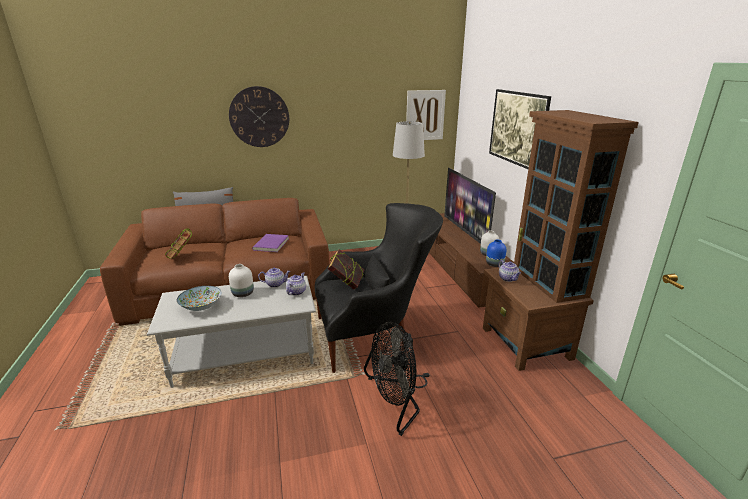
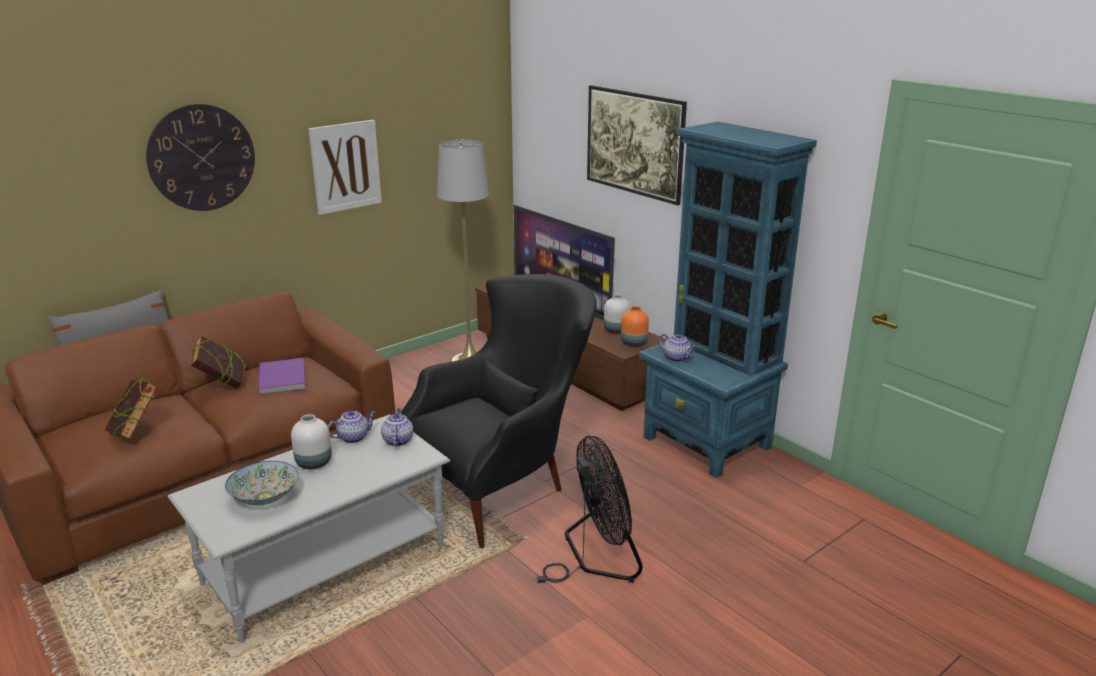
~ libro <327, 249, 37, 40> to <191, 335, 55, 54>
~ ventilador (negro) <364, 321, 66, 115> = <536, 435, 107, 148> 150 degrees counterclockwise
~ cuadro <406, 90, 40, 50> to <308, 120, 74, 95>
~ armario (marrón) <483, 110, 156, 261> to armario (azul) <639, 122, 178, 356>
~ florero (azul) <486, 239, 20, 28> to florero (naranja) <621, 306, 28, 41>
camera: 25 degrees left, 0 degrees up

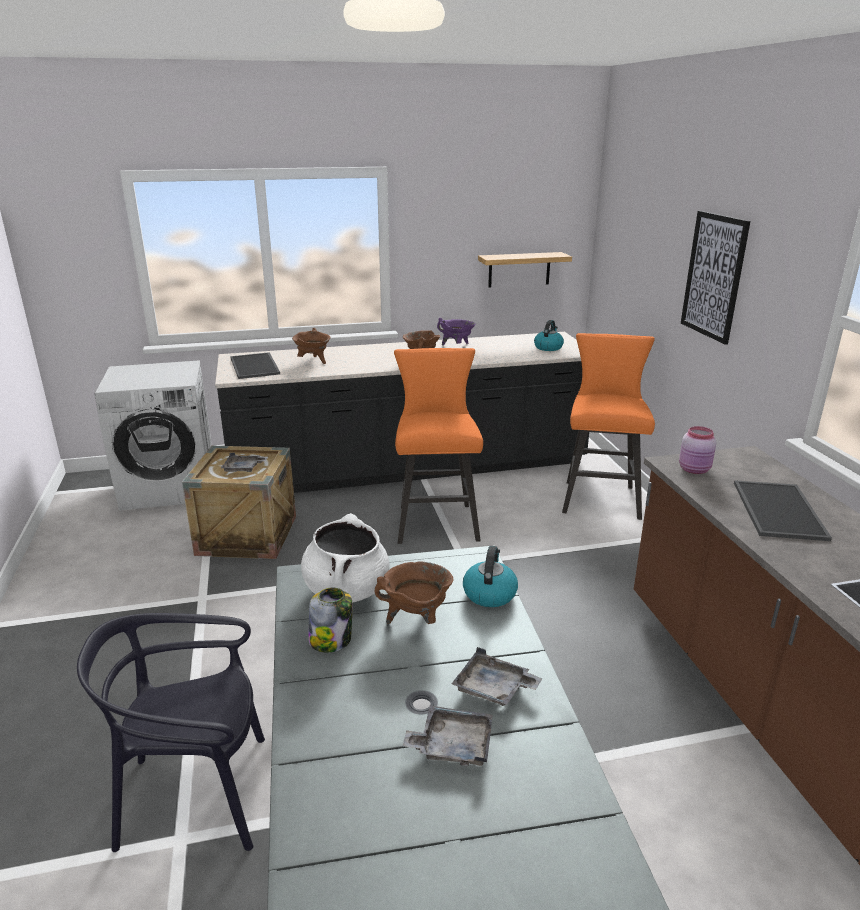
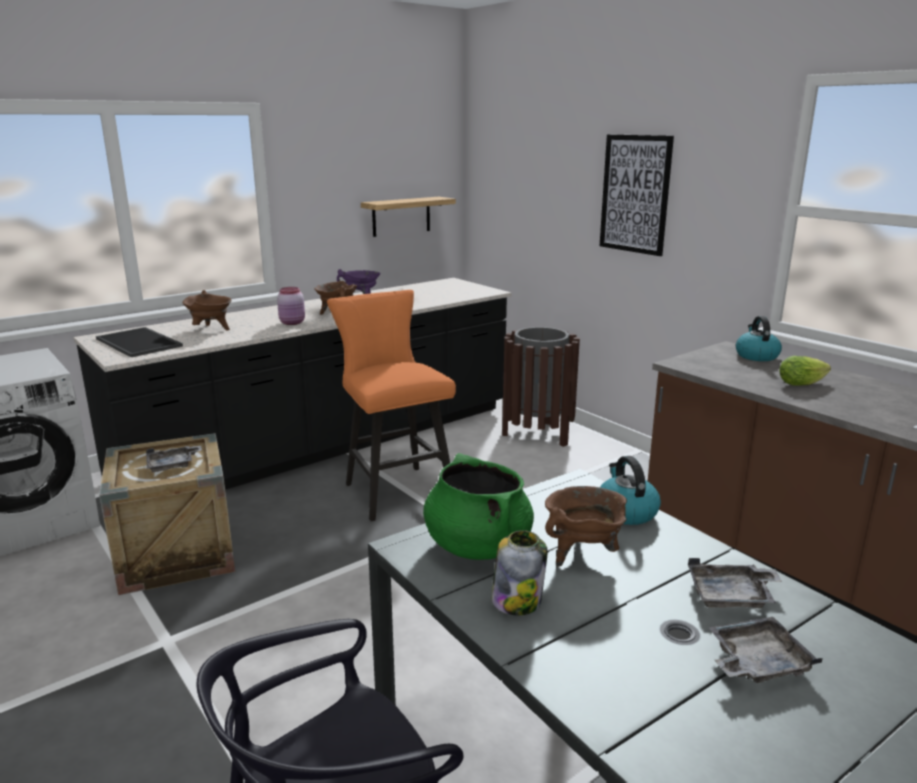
~ olla (blanco) <301, 513, 89, 89> to olla (verde) <423, 453, 111, 107>
~ hervidor <534, 320, 30, 31> to <736, 316, 46, 45>
~ taburete (naranja) <562, 333, 93, 187> to papelera (marrón) <502, 327, 78, 120>
~ tarro (rosa) <679, 426, 37, 48> to <277, 287, 28, 38>
~ bandeja <734, 480, 98, 61> to lechuga <779, 356, 52, 30>
camera: 25 degrees left, 5 degrees down

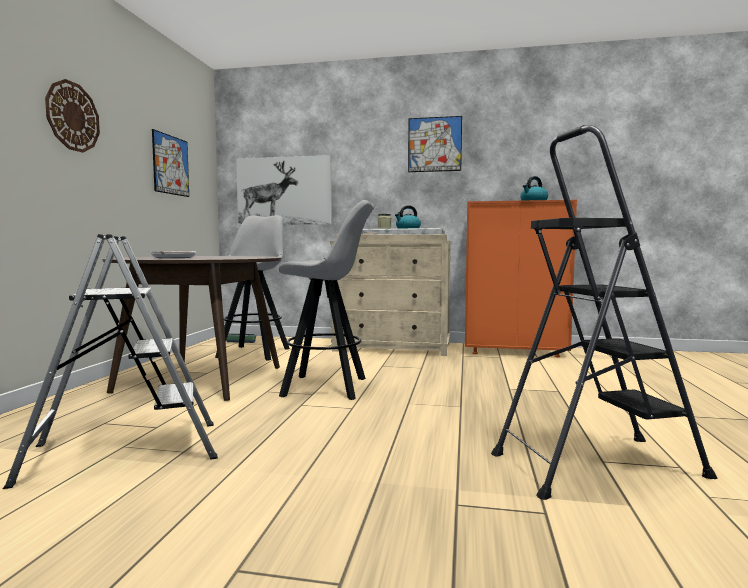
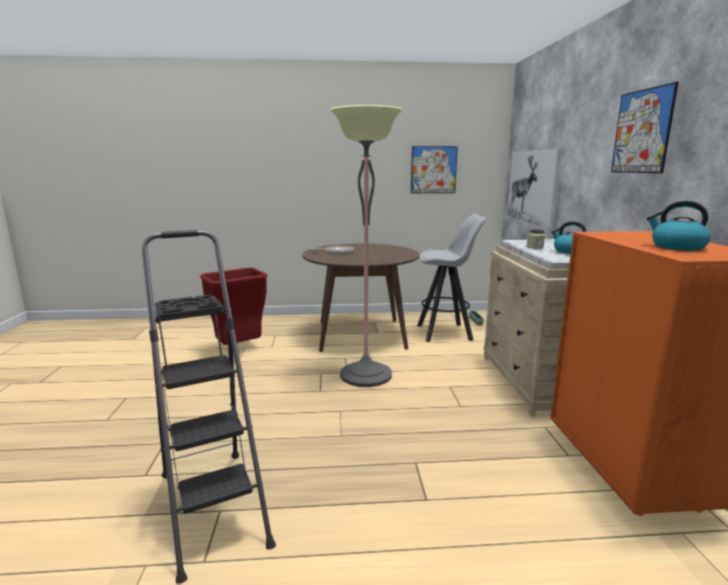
~ escalera de tijera (gris) <2, 234, 216, 255> to papelera (rojo) <200, 267, 67, 78>
- reloj de pared <45, 79, 55, 74>
~ taburete (gris) <279, 200, 96, 200> to lámpara de pie <330, 105, 72, 282>
camera: 75 degrees right, 10 degrees up

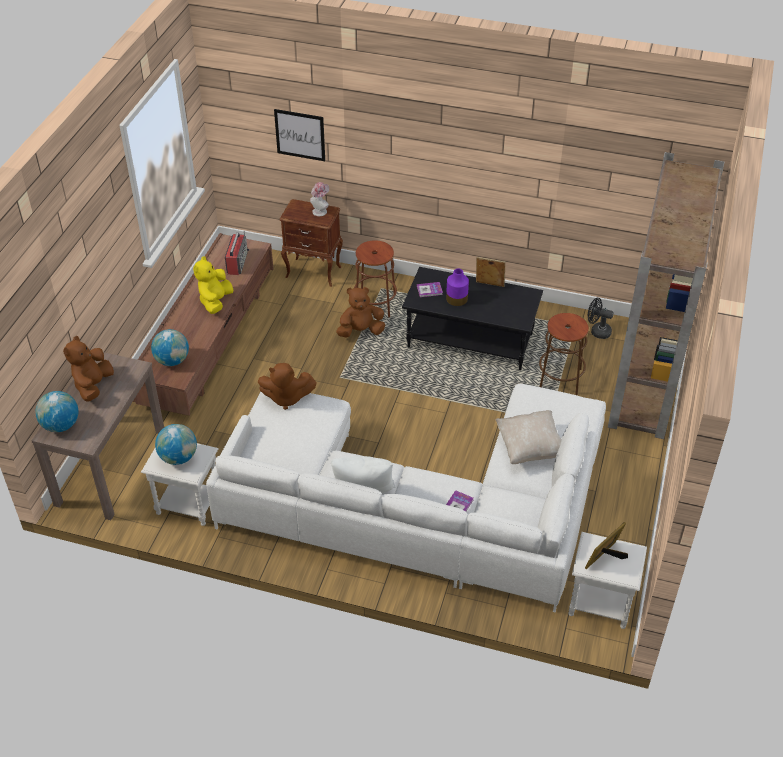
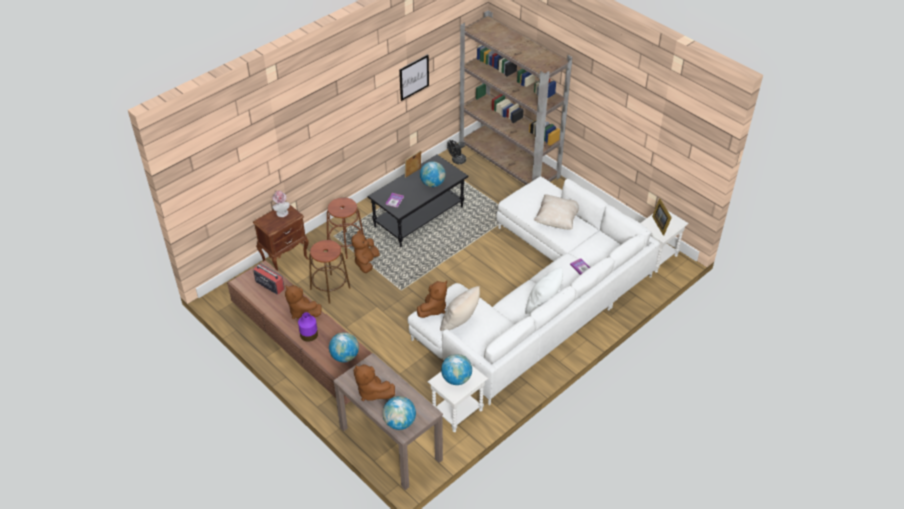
~ peluche (amarillo) <193, 256, 41, 58> to peluche (marrón) <285, 285, 37, 34>
~ cuadro <274, 109, 51, 52> to <399, 54, 30, 47>
~ florero (morado) <446, 268, 23, 38> to <298, 312, 20, 30>
~ taburete (marrón) <539, 313, 50, 82> to <309, 240, 41, 64>
+ globo terráqueo <420, 161, 26, 26>
+ cojín (beis) <440, 286, 40, 45>
camera: 60 degrees left, 0 degrees up

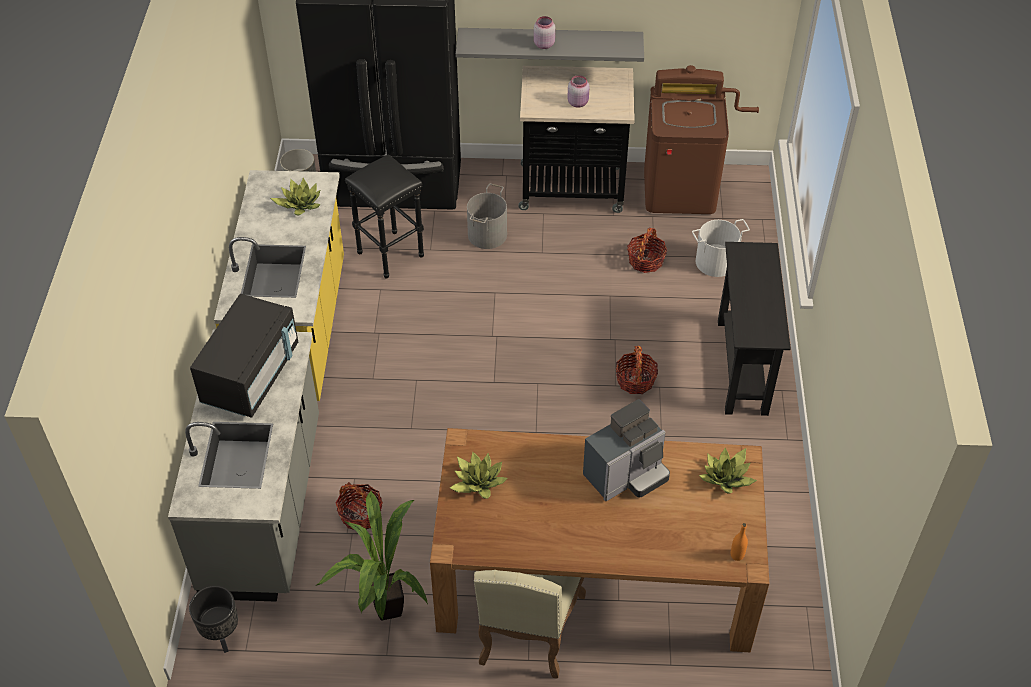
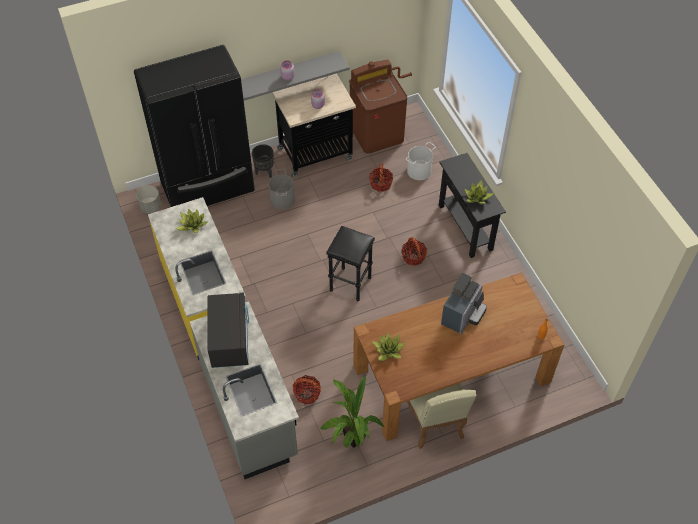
~ maceta (negro) <189, 586, 49, 67> to <252, 144, 22, 34>
~ taburete (negro) <345, 155, 79, 124> to <326, 226, 49, 75>
~ planta en maceta <699, 447, 58, 47> to <465, 180, 29, 24>
camera: 25 degrees left, 5 degrees up

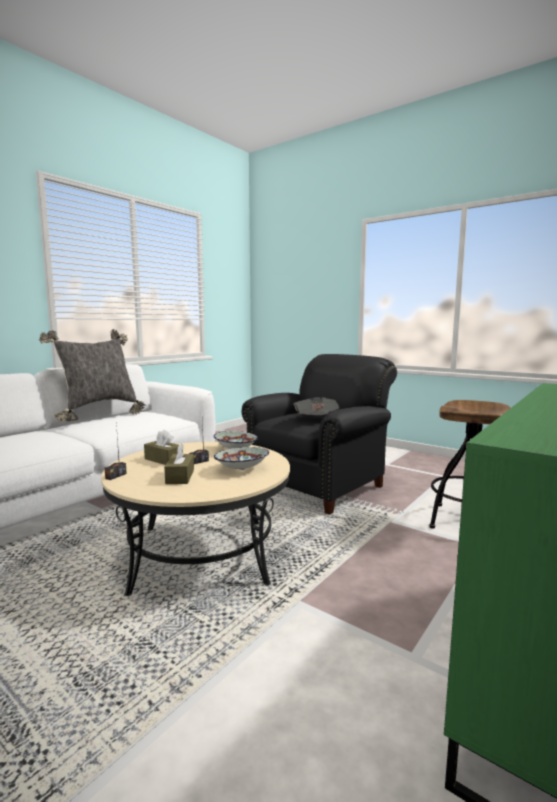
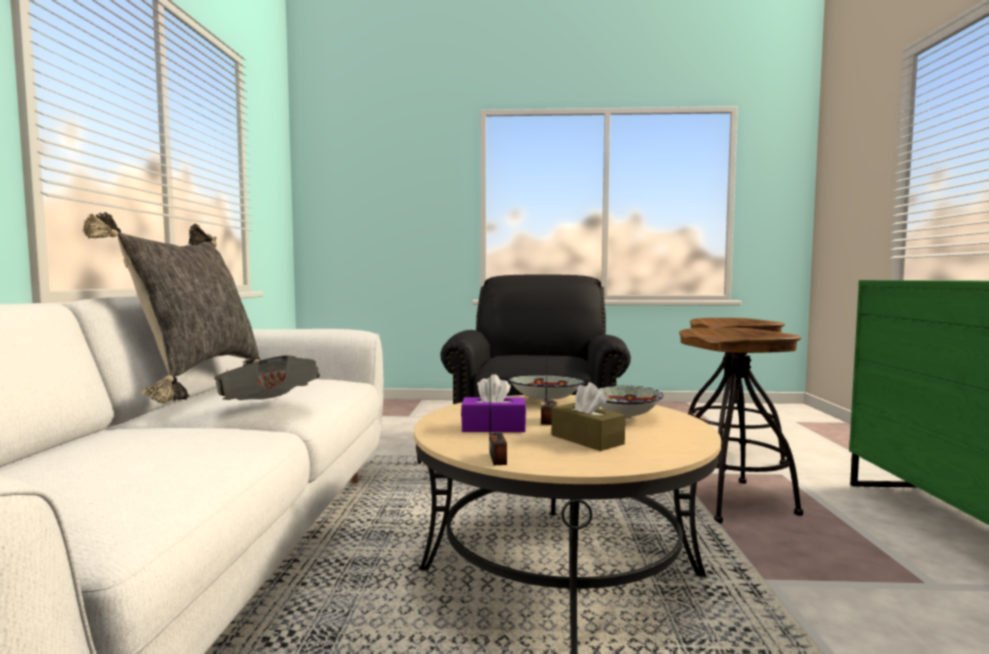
~ caja de pañuelos (marrón) <144, 430, 39, 35> to caja de pañuelos (morado) <461, 374, 65, 58>
~ periódico <293, 397, 47, 18> to <214, 355, 106, 45>
+ taburete (marrón) <679, 328, 124, 195>
camera: 35 degrees left, 5 degrees down

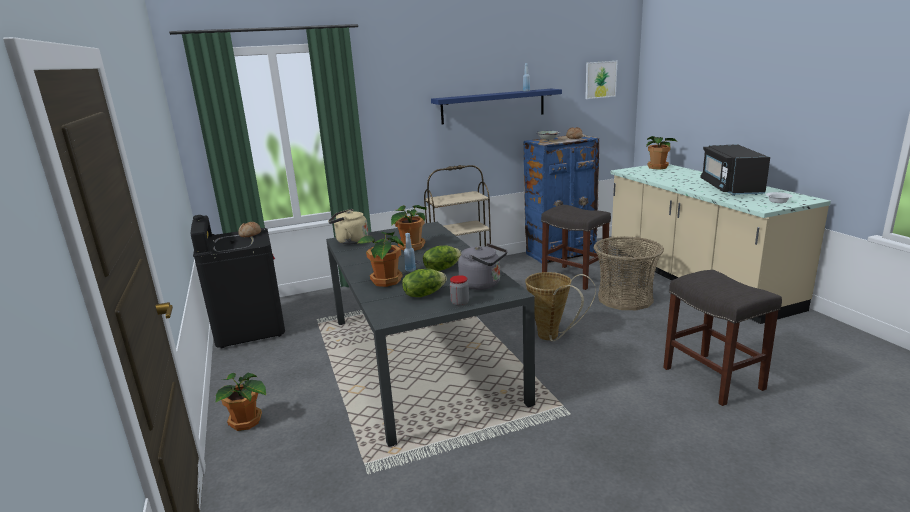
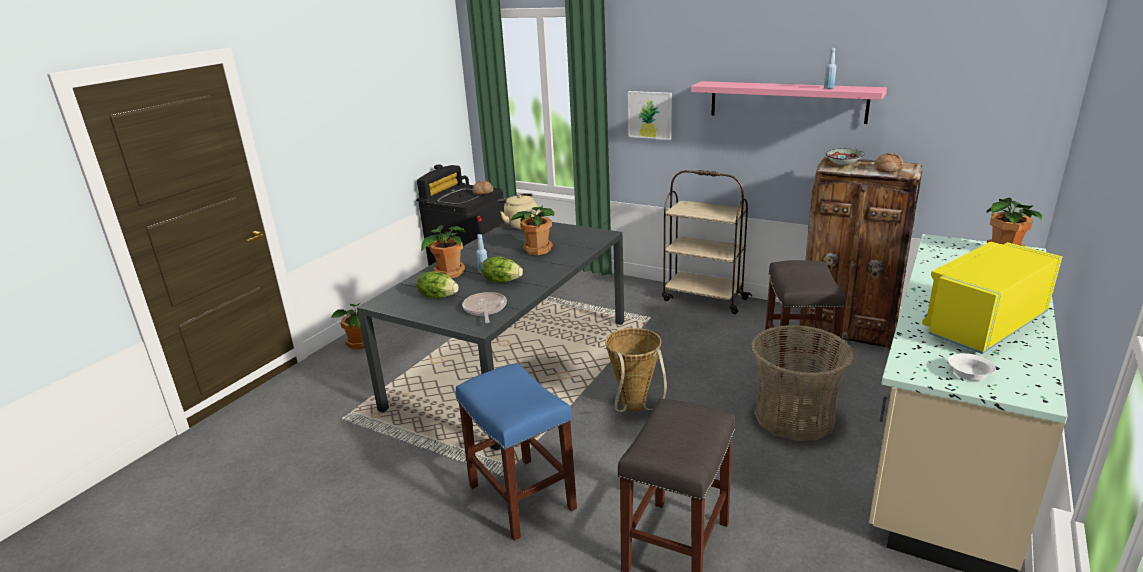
~ estante (azul) <431, 89, 131, 35> to estante (rosa) <691, 81, 196, 43>
- tarro <450, 275, 19, 31>
~ hervidor (gris) <458, 243, 49, 47> to sartén <462, 292, 45, 31>
~ armario (azul) <524, 134, 75, 130> to armario (marrón) <799, 157, 124, 193>
~ cuadro <585, 61, 32, 38> to <628, 91, 44, 49>
~ microondas (negro) <700, 144, 70, 52> to microondas (amarillo) <922, 242, 140, 112>
+ taburete (azul) <456, 363, 121, 178>
camera: 50 degrees right, 5 degrees up

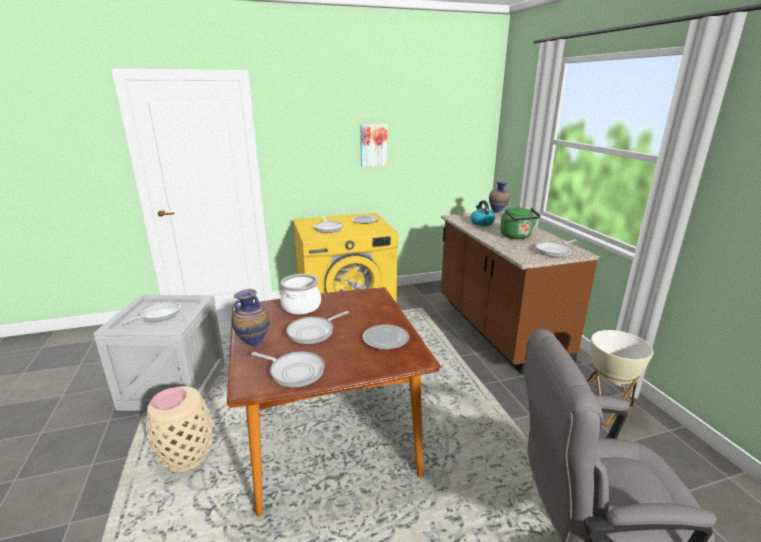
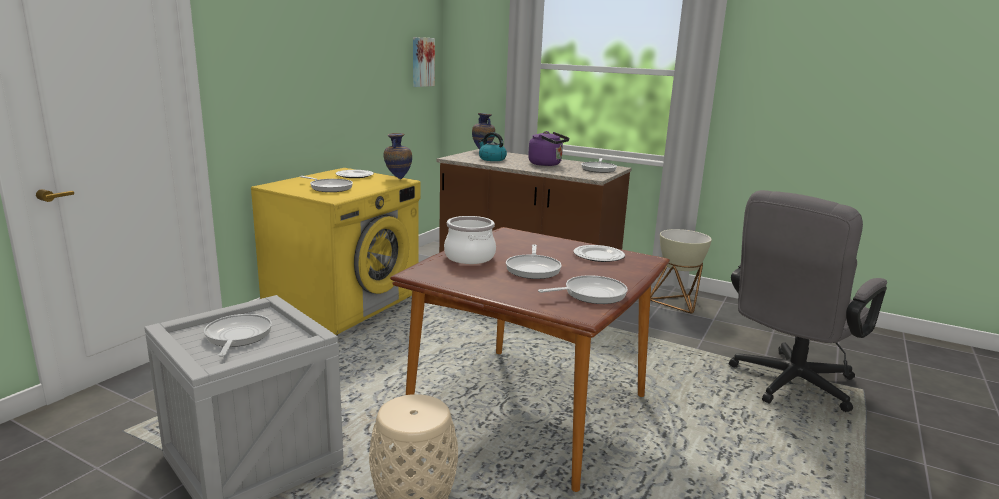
- plato (rosa) <151, 388, 36, 22>
~ florero <231, 289, 39, 58> to <384, 133, 28, 46>
~ cuadro <360, 124, 28, 43> to <413, 37, 22, 50>
~ hervidor (verde) <500, 206, 41, 33> to hervidor (morado) <528, 131, 41, 35>
camera: 45 degrees left, 5 degrees down

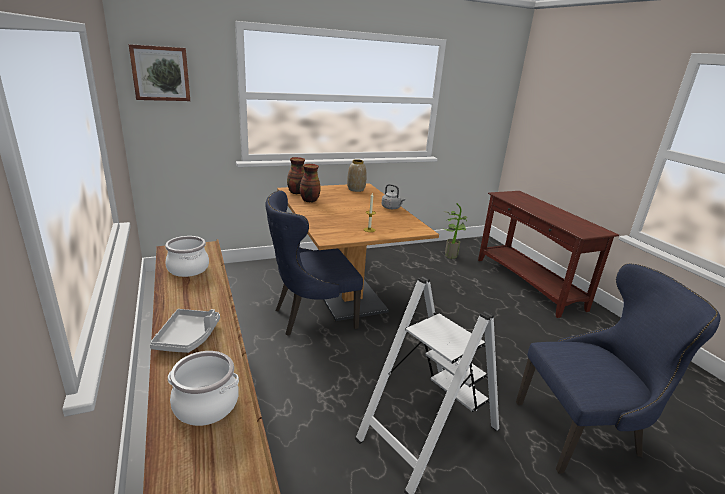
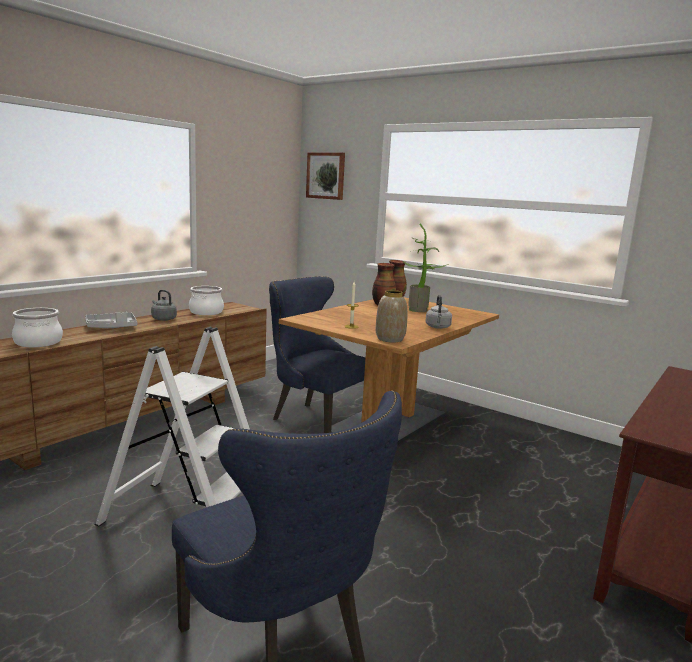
~ florero <347, 159, 19, 33> to <376, 290, 31, 52>
~ planta en maceta <444, 203, 24, 56> to <402, 223, 47, 89>
+ hervidor (gris) <151, 290, 26, 31>
camera: 60 degrees right, 10 degrees down

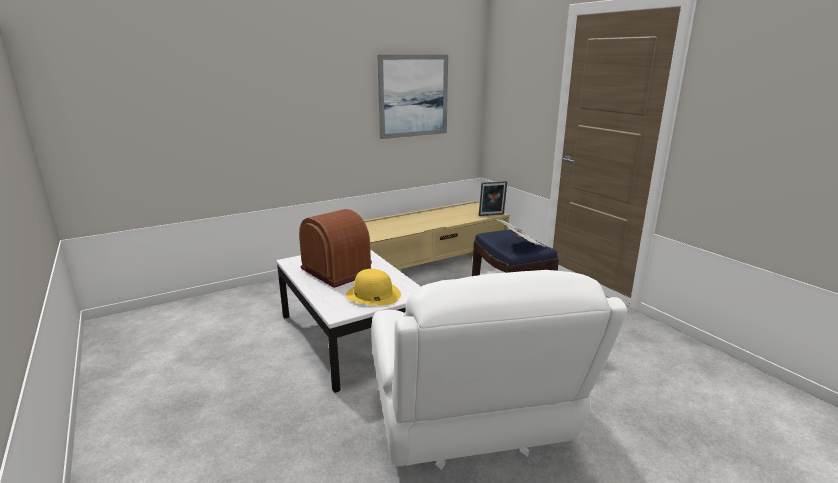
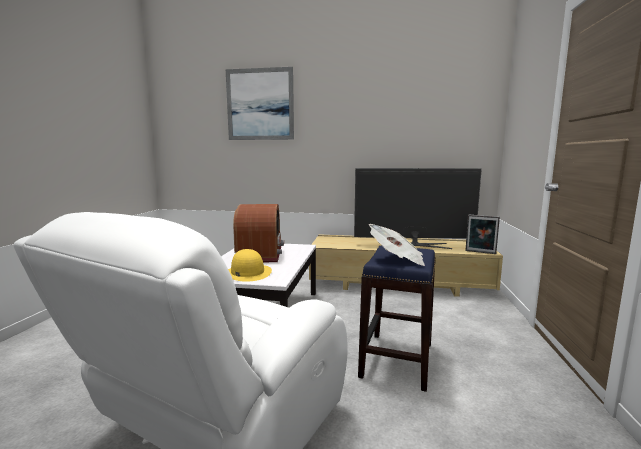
~ cuadro <377, 54, 71, 85> to <226, 67, 68, 73>
+ televisor <354, 168, 128, 81>
camera: 40 degrees right, 10 degrees down

